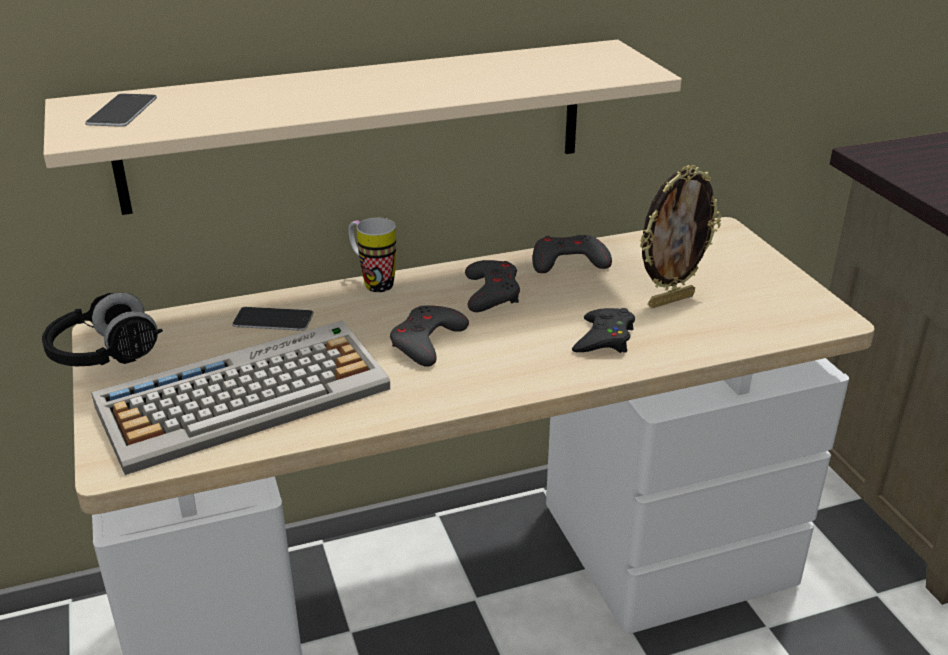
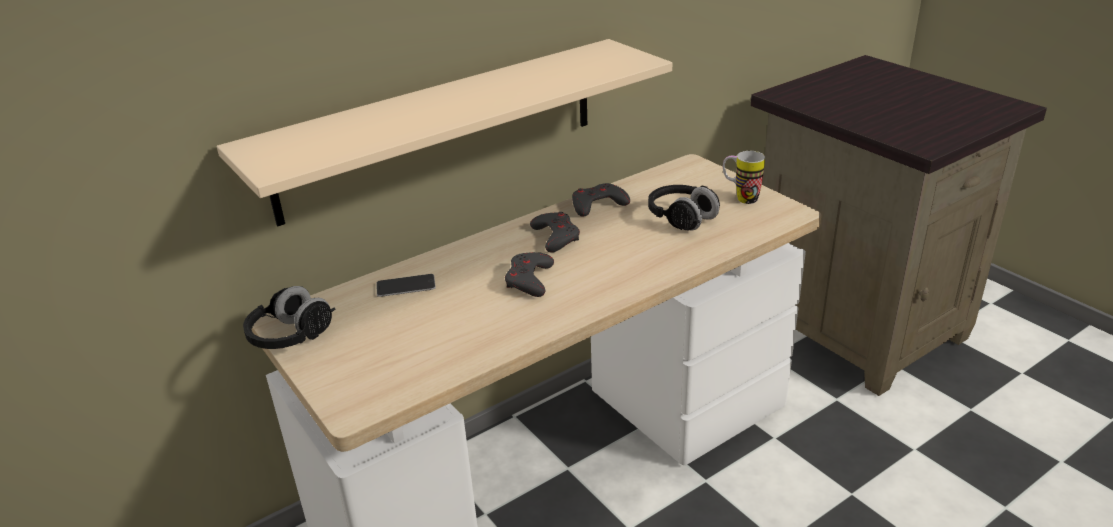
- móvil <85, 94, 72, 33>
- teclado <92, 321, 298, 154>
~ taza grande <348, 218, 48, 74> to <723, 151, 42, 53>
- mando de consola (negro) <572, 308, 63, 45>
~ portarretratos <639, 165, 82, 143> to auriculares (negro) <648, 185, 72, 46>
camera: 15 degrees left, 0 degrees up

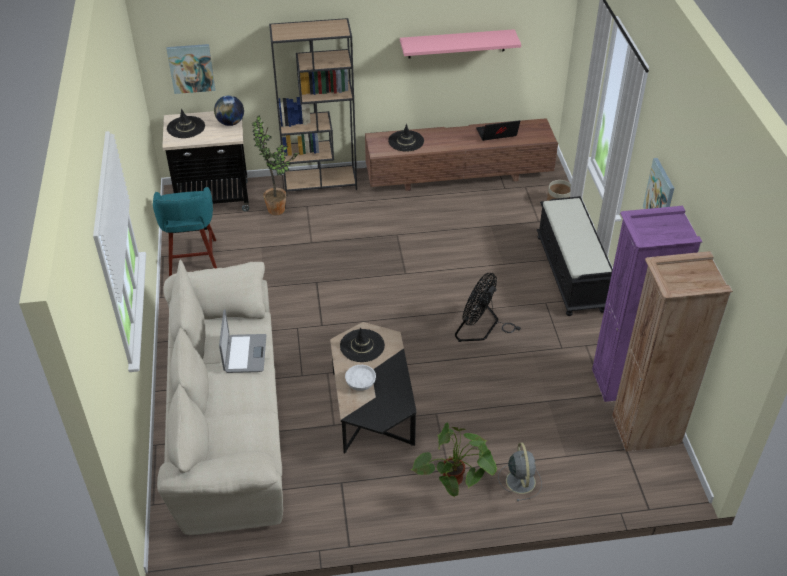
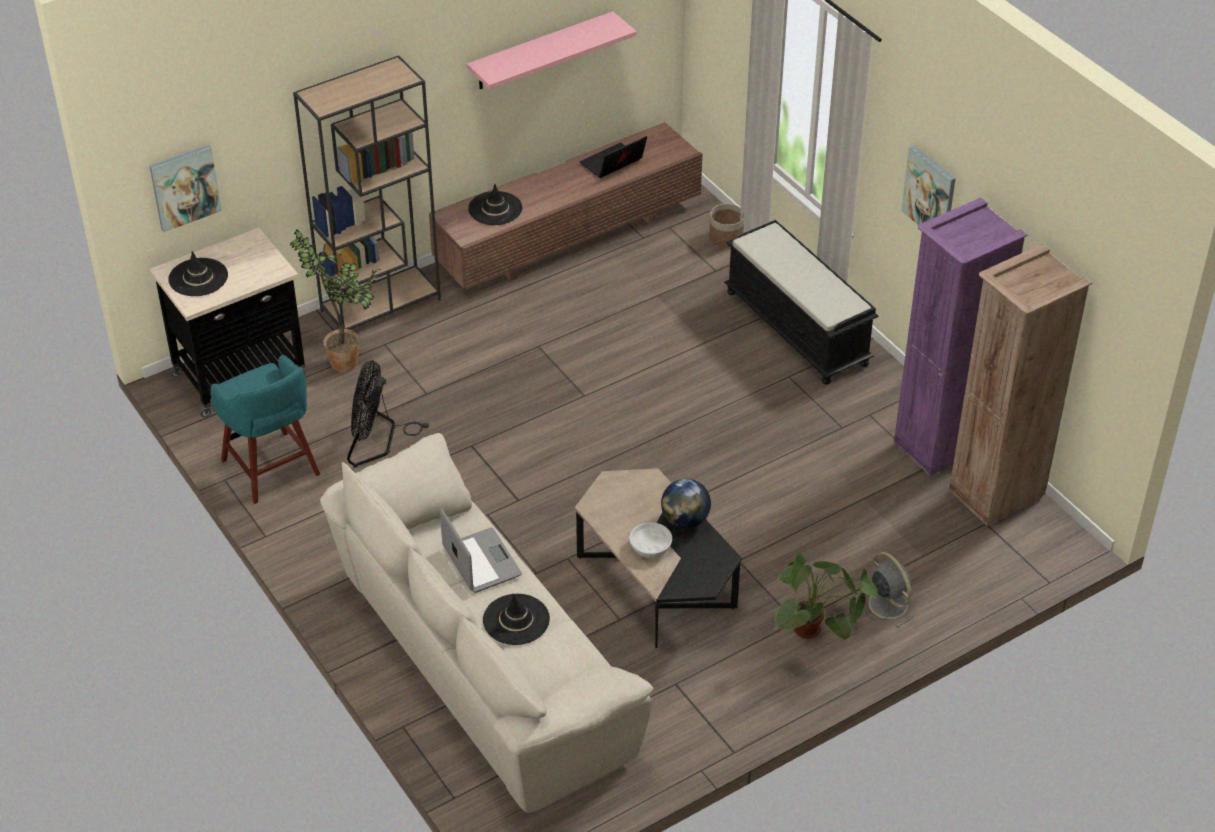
~ globo terráqueo <214, 95, 30, 31> to <661, 479, 50, 50>
~ sombrero (negro) <340, 328, 45, 34> to <483, 594, 67, 51>
~ ventilador (negro) <455, 273, 66, 69> to <347, 360, 83, 108>
camera: 25 degrees left, 0 degrees up

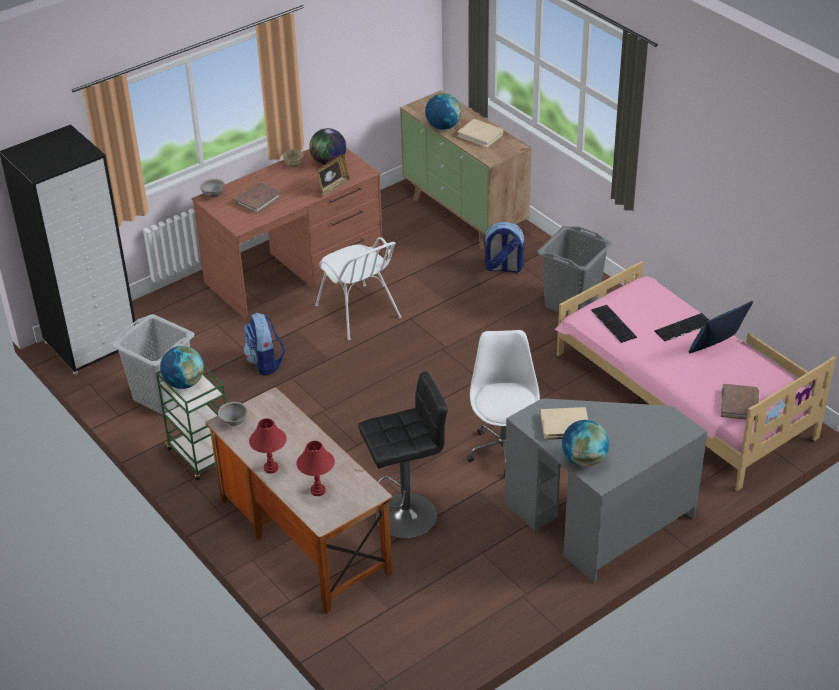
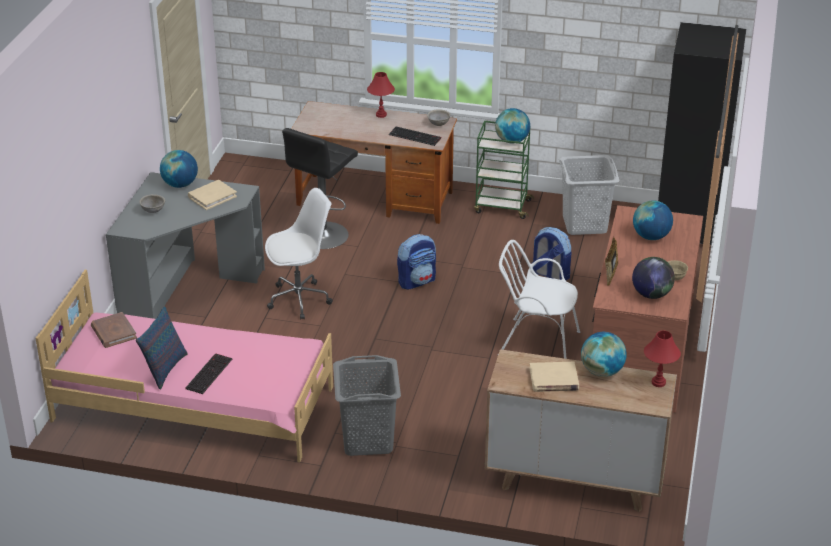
~ cuenco (gris) <200, 178, 25, 19> to <139, 194, 26, 19>
~ libro (marrón) <233, 182, 49, 32> to globo terráqueo <633, 201, 40, 39>
~ lámpara de mesa (rojo) <297, 441, 38, 55> to <644, 331, 37, 56>
~ silla de oficina (blanco) <467, 330, 73, 147> = <265, 188, 68, 132> 75 degrees counterclockwise
~ mochila <484, 222, 40, 51> to <397, 234, 39, 56>
~ teclado <591, 305, 46, 38> to <389, 127, 52, 19>
camera: 140 degrees right, 5 degrees down

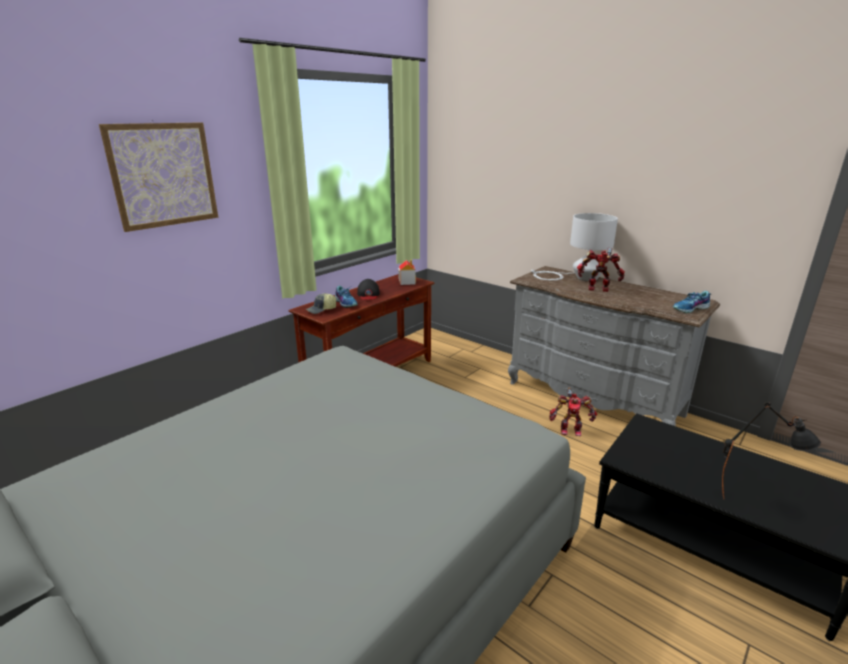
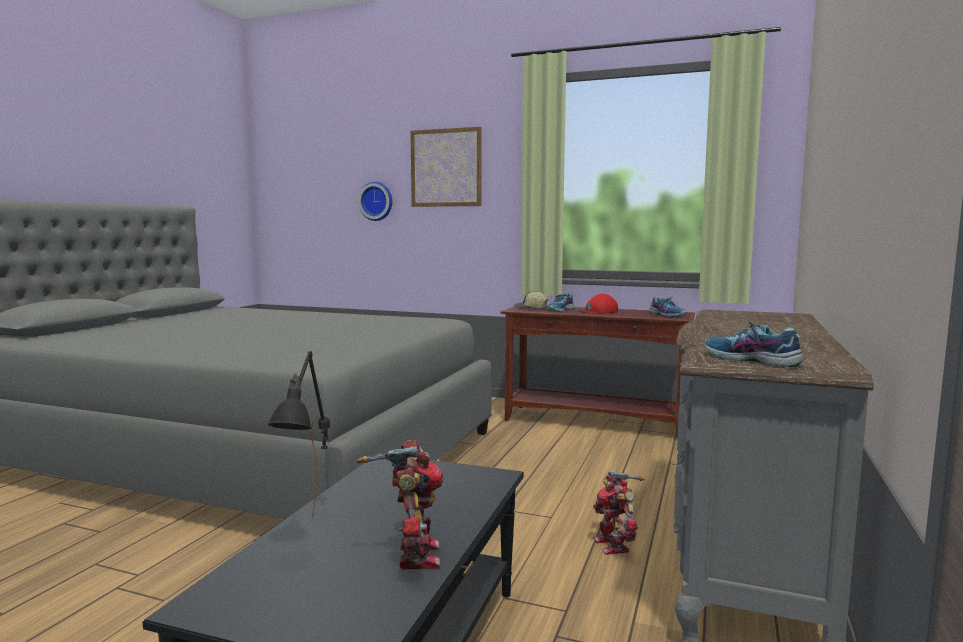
~ gorra (negro) <357, 279, 23, 21> to gorra (rojo) <579, 294, 39, 20>
~ casita <398, 260, 18, 25> to zapato <649, 296, 37, 22>
- lámpara de mesa (gris) <531, 213, 87, 68>
~ robot de juguete <577, 248, 48, 44> to <357, 440, 87, 129>
+ reloj de pared <358, 182, 34, 39>
camera: 70 degrees right, 15 degrees down

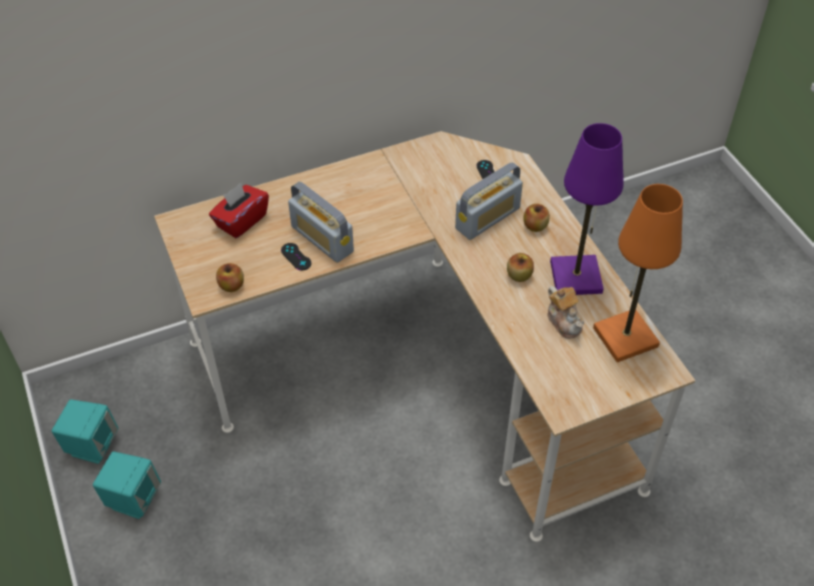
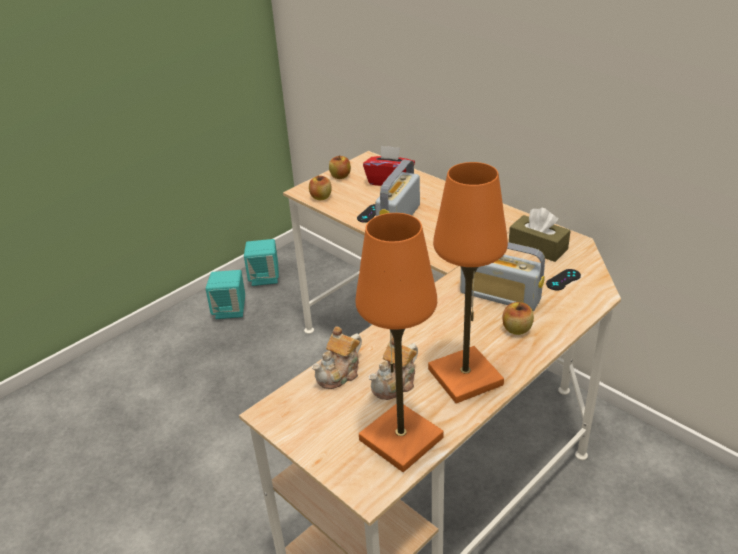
~ manzana <507, 253, 27, 29> to <329, 155, 22, 24>
~ lámpara de mesa (morado) <550, 123, 74, 172> to lámpara de mesa (naranja) <428, 162, 80, 242>
+ tetera <312, 326, 50, 63>
+ caja de pañuelos (marrón) <509, 208, 62, 54>
camera: 70 degrees right, 15 degrees down

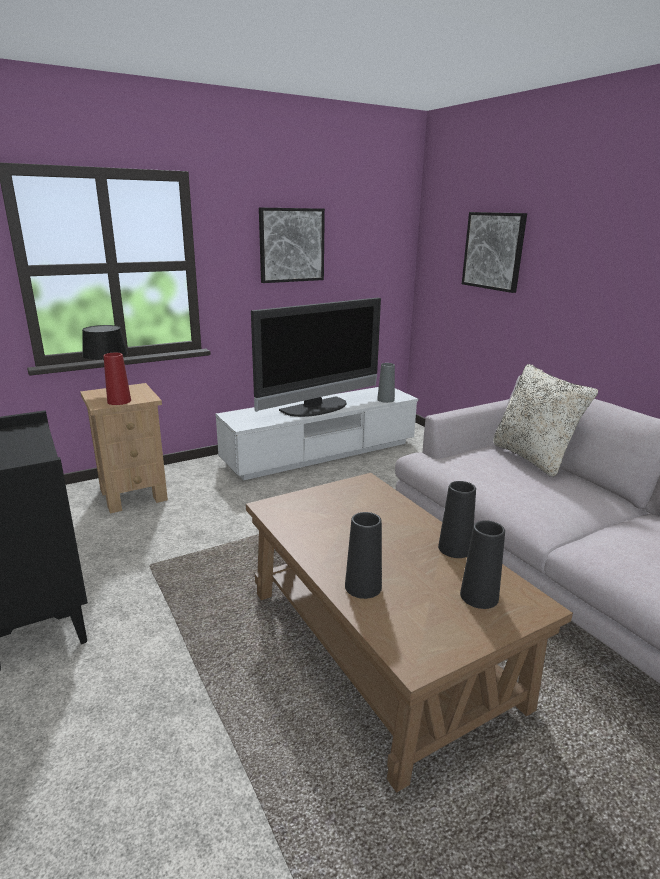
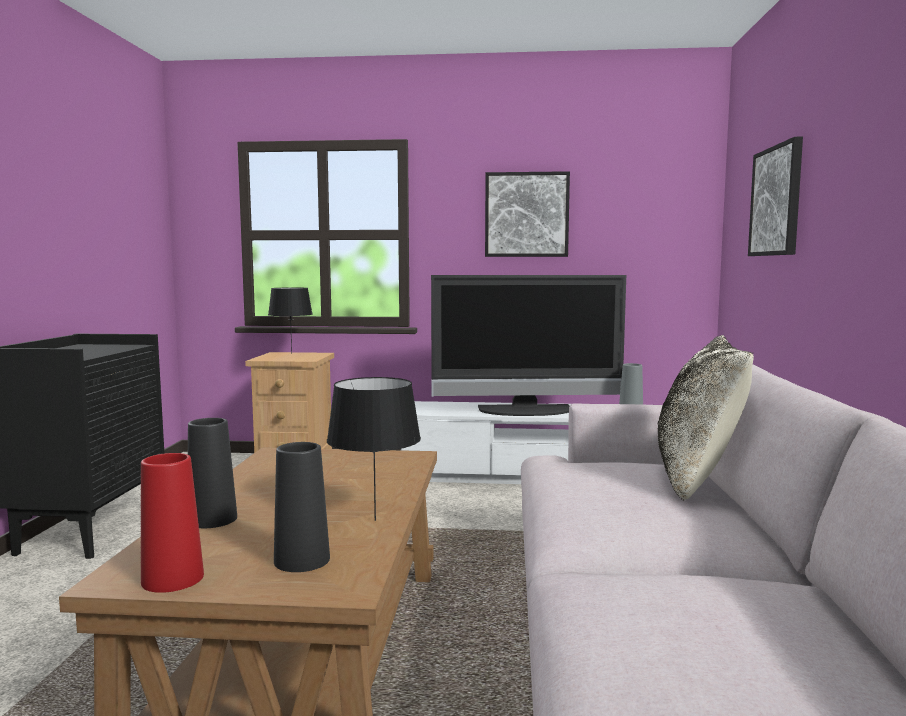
~ florero (rojo) <103, 353, 28, 52> to <141, 453, 63, 140>
~ florero (negro) <438, 481, 38, 77> to lámpara de mesa (negro) <327, 377, 94, 144>
camera: 35 degrees right, 15 degrees down

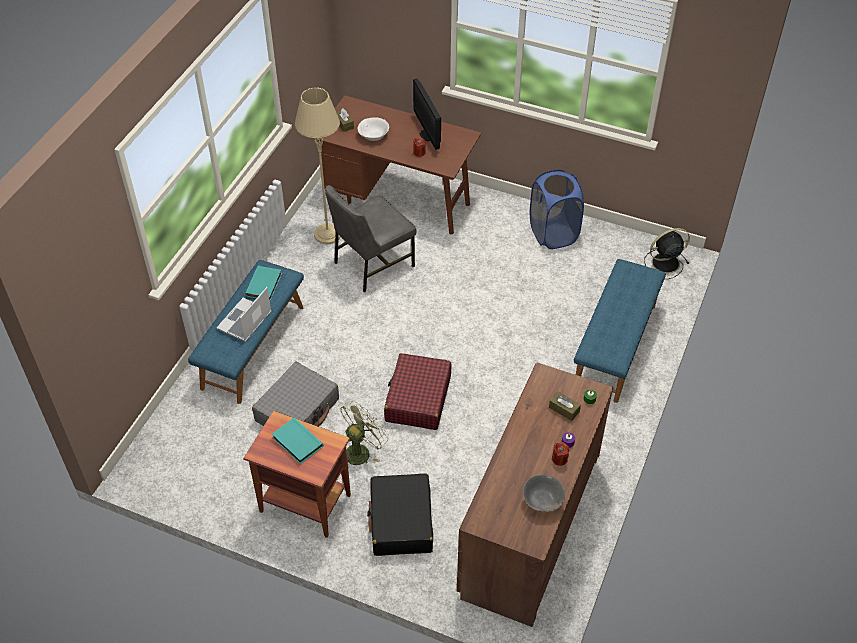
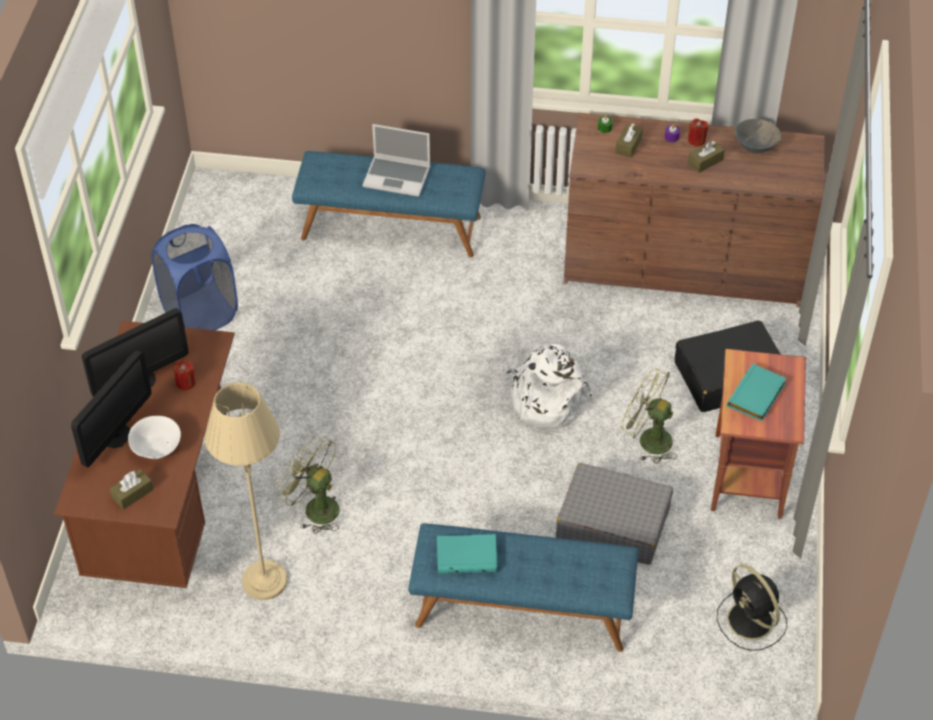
~ portátil <216, 287, 56, 55> to <362, 124, 68, 73>
~ silla (gris) <325, 185, 91, 107> to ventilador (verde) <276, 436, 64, 98>
~ maleta (rojo) <384, 353, 67, 77> to mochila (blanco) <507, 344, 85, 84>
~ ventilador (negro) <644, 228, 46, 51> to <717, 564, 70, 87>
+ monitor <71, 350, 80, 117>
+ caja de pañuelos (marrón) <688, 141, 36, 32>
camera: 105 degrees left, 0 degrees up

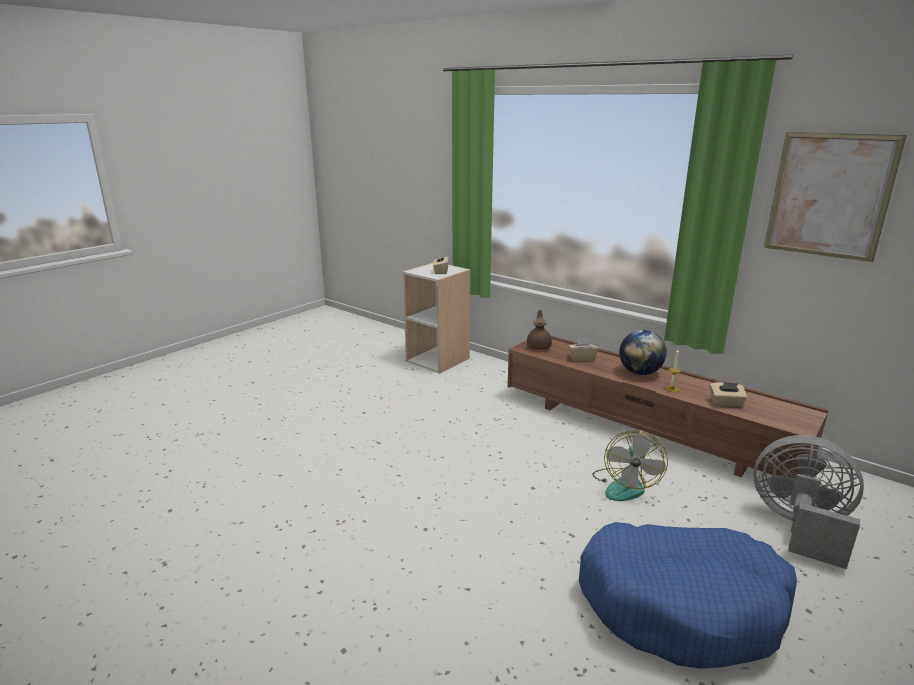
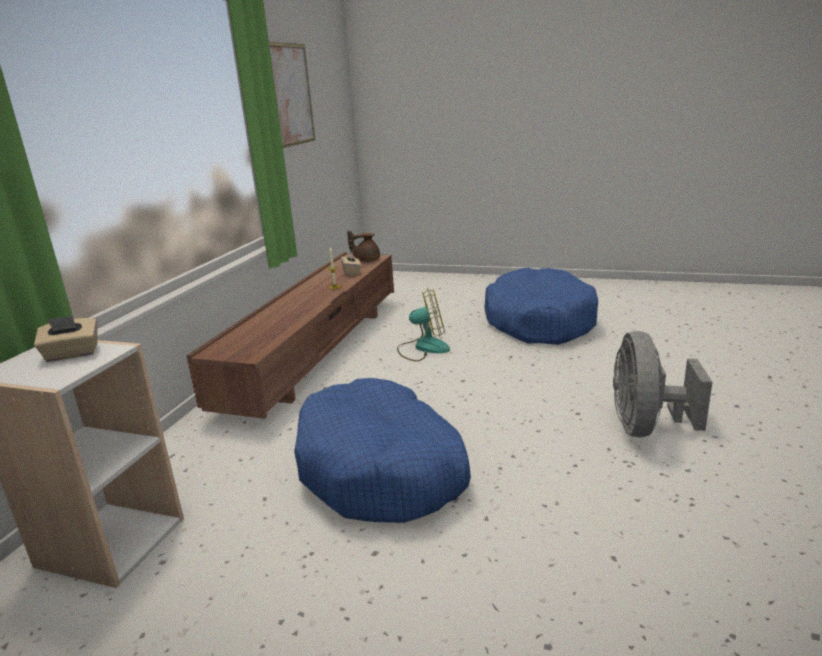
~ tetera (marrón) <527, 310, 25, 40> to <347, 230, 33, 32>
- caja de pañuelos (beis) <568, 338, 30, 23>
- globo terráqueo <619, 330, 48, 45>
~ ventilador (gris) <753, 435, 111, 134> to <613, 331, 99, 106>
+ cama para perro (azul) <294, 378, 177, 145>
camera: 110 degrees left, 0 degrees up

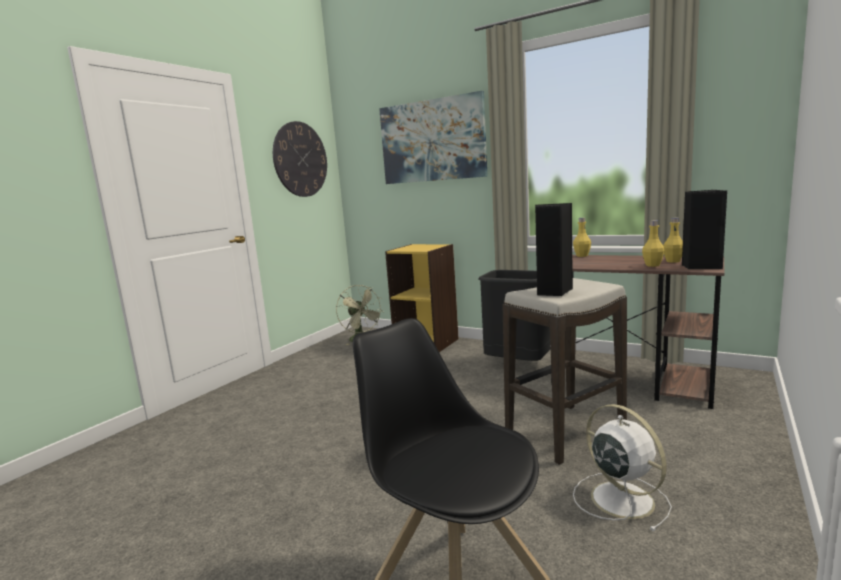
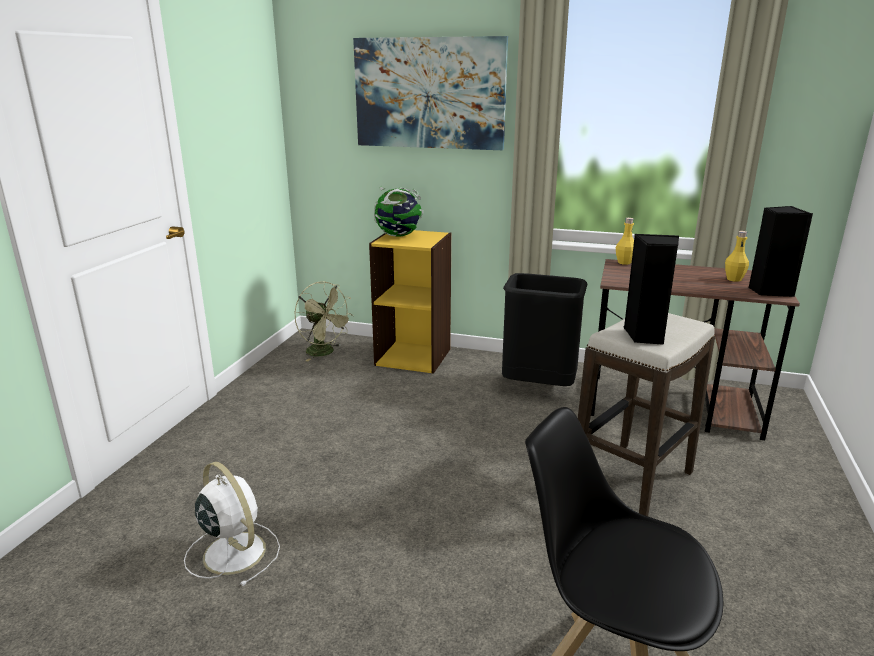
- reloj de pared <273, 121, 54, 76>
~ ventilador (blanco) <573, 404, 99, 128> to <184, 461, 96, 125>
- botella (amarillo) <642, 221, 23, 46>
+ globo terráqueo <374, 186, 50, 51>
camera: 15 degrees left, 10 degrees up

